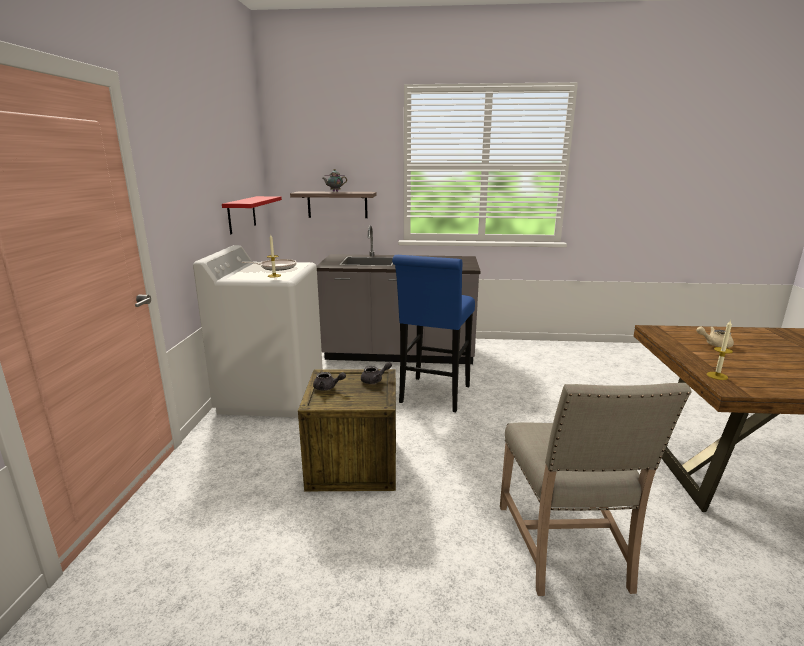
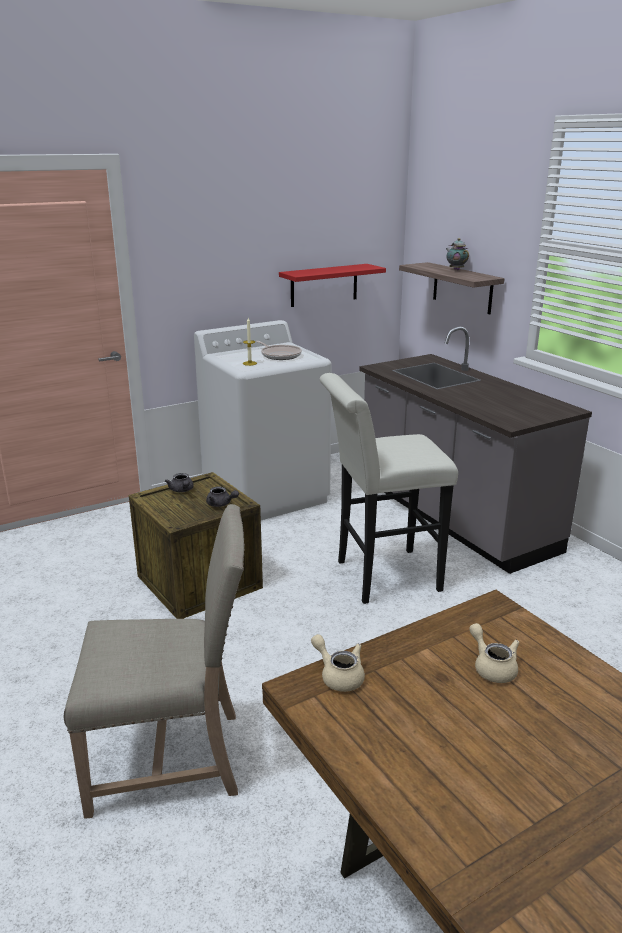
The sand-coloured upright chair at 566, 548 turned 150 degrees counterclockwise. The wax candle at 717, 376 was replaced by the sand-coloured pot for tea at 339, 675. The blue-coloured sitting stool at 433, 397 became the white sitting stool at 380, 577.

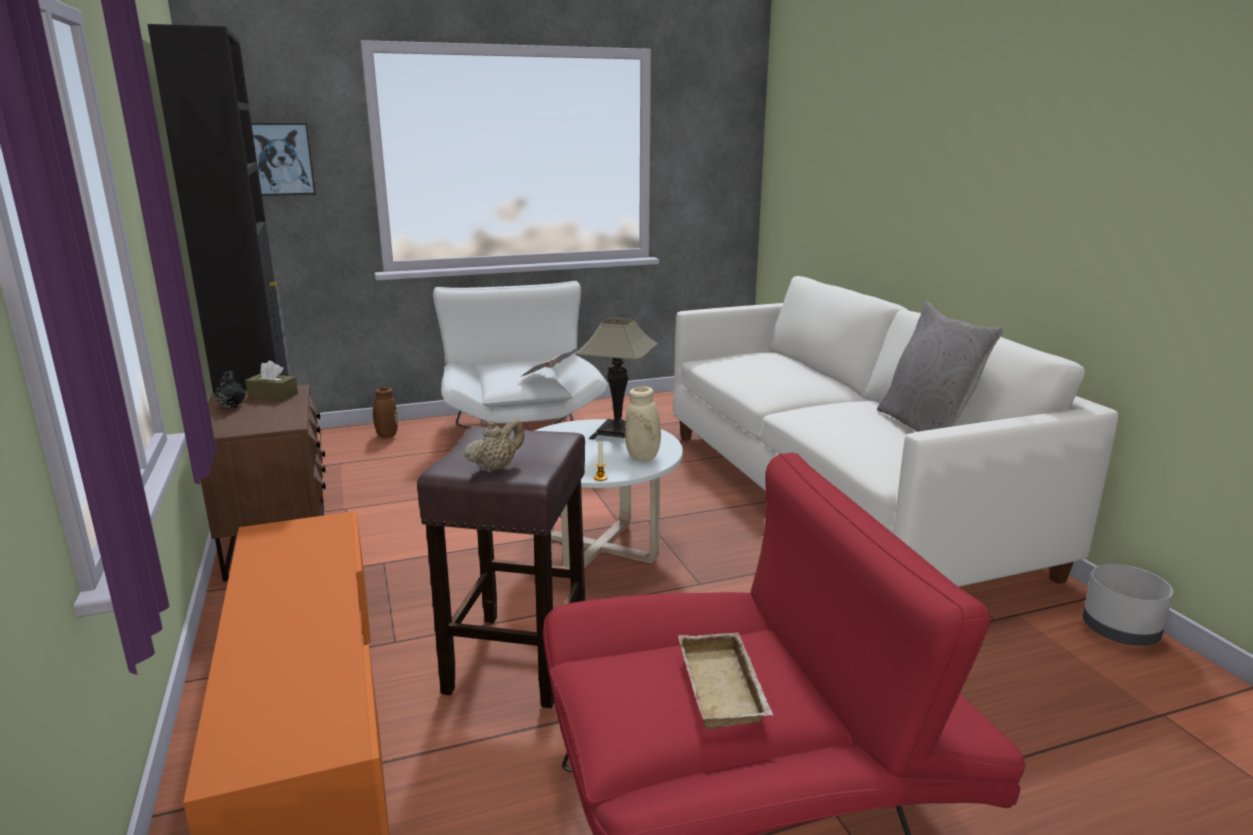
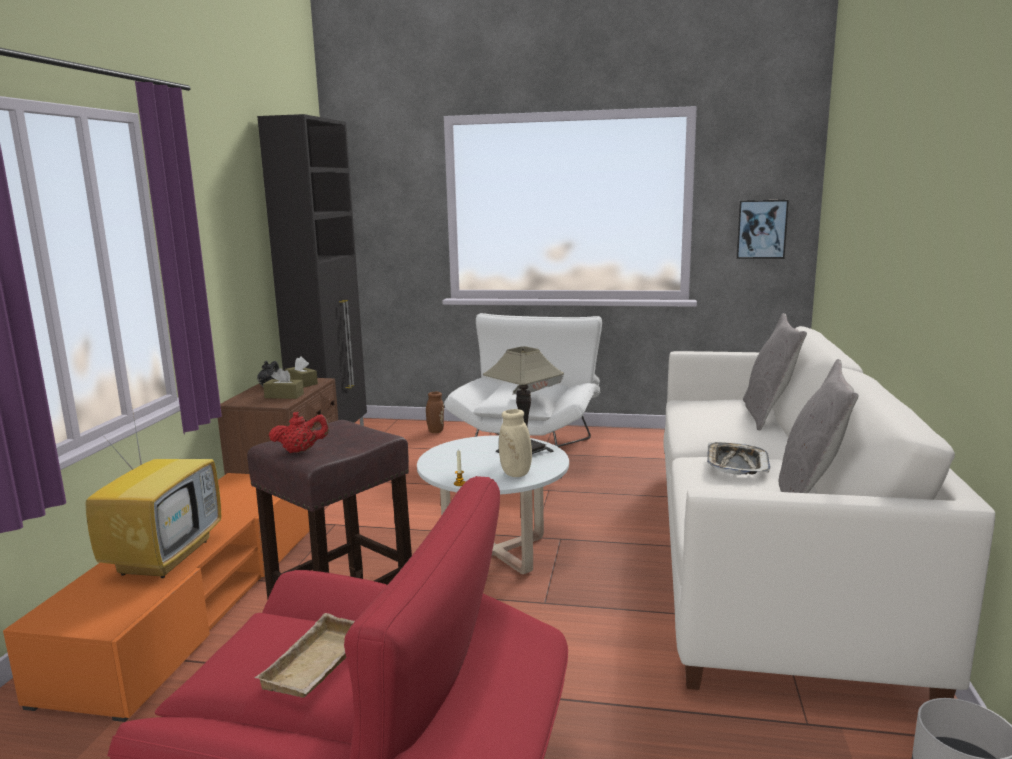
The TV set at 165, 556 appeared. The brown tissue holder at 284, 396 appeared. The sand-coloured pot for tea at 496, 468 became the red pot for tea at 301, 451. The tray at 736, 464 appeared. The wall picture moved from 282, 159 to 761, 229. The greyish pillow at 768, 415 appeared.

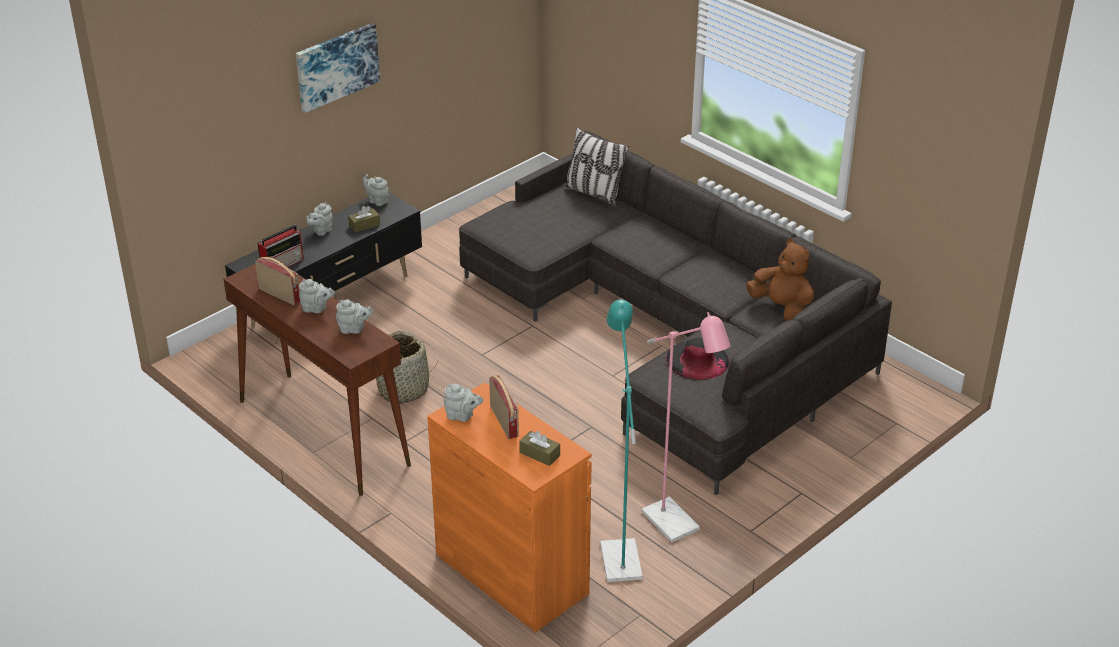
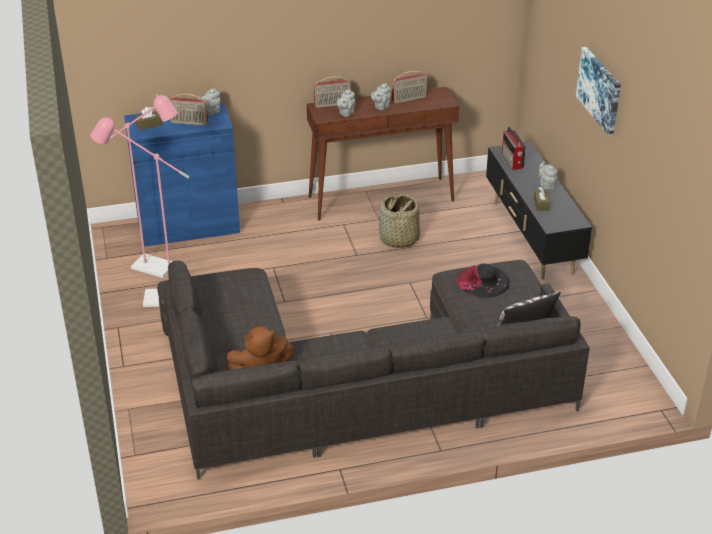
The turquoise floor lamp at 619, 553 became the pink floor lamp at 160, 268. The orangey cupboard at 511, 574 became the blue-coloured cupboard at 188, 226. The radio receiver at 332, 105 appeared. The blackish clothing hat moved from 697, 360 to 483, 281. The greyish pot for tea at 377, 201 disappeared.

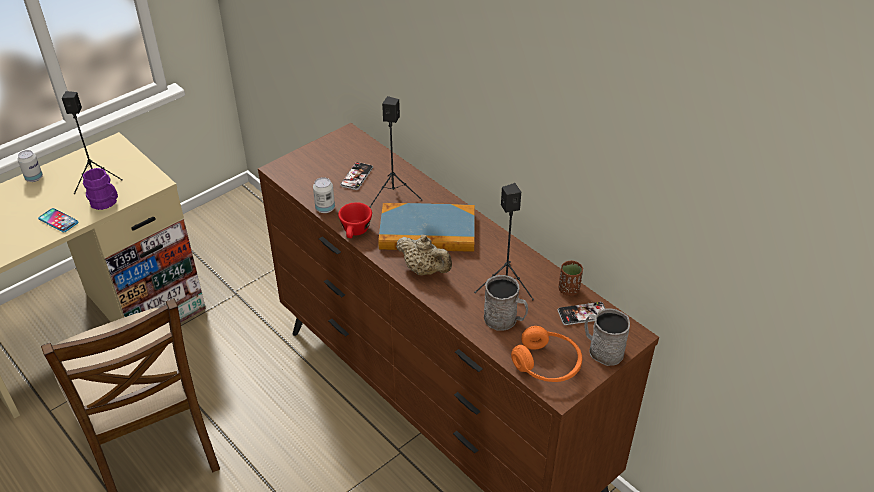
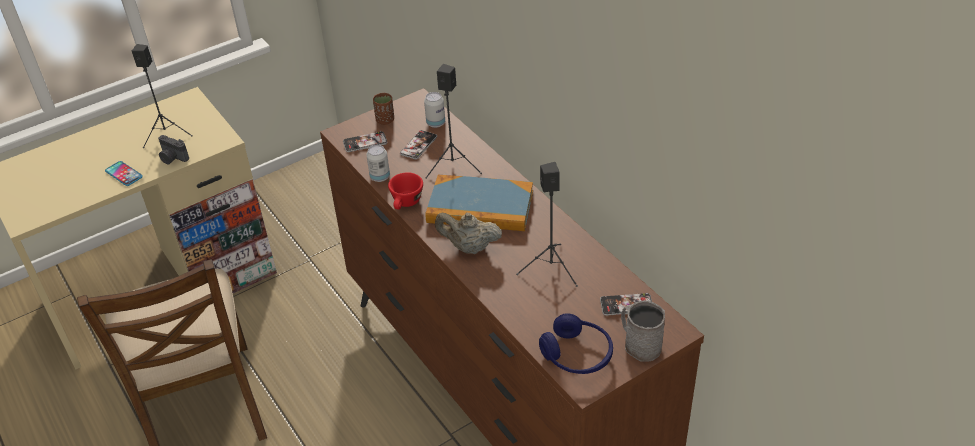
The purple tea mug at 106, 202 was replaced by the still camera at 172, 158. The telephone at 365, 142 appeared. The brown drinking cup moved from 569, 290 to 385, 120. The can moved from 34, 178 to 436, 123. The sand-coloured pot for tea at 424, 270 turned 150 degrees clockwise. The orangey pair of headphones at 547, 364 became the blue-coloured pair of headphones at 577, 355. The greyish tea mug at 505, 320 disappeared.

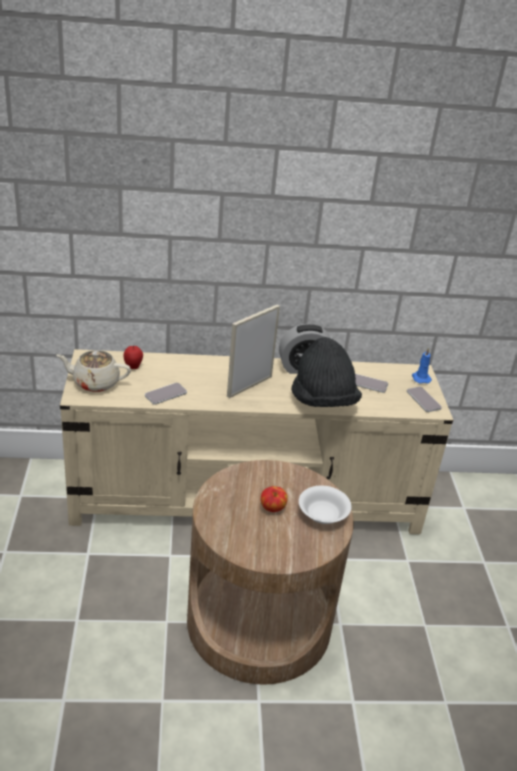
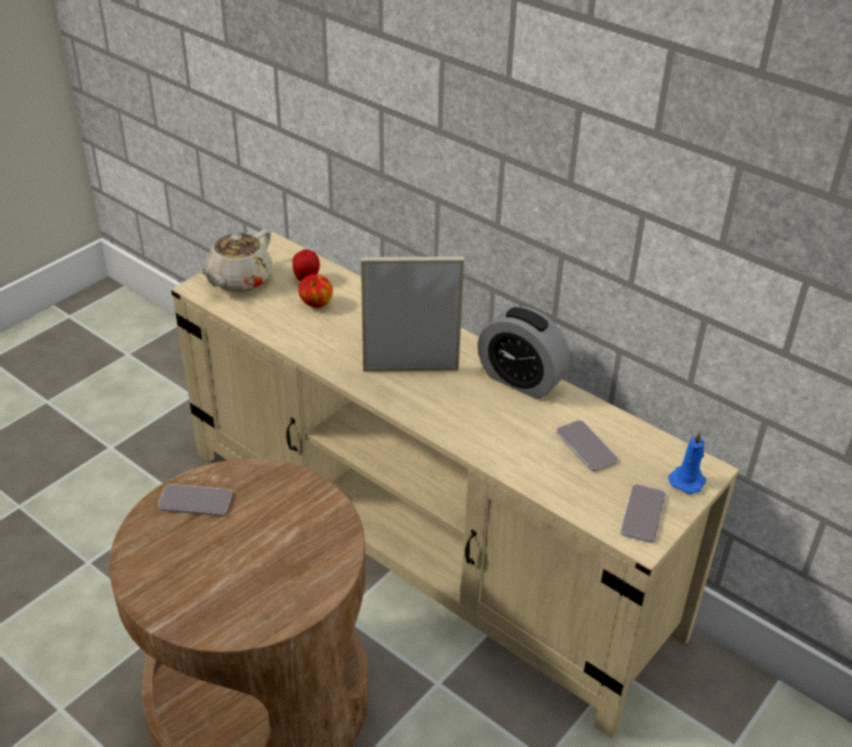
The telephone moved from 166, 394 to 195, 501. The sand-coloured pot for tea at 95, 383 turned 105 degrees counterclockwise. The apple moved from 272, 508 to 316, 304. The blackish clothing hat at 323, 401 disappeared. The white serving bowl at 323, 514 disappeared.

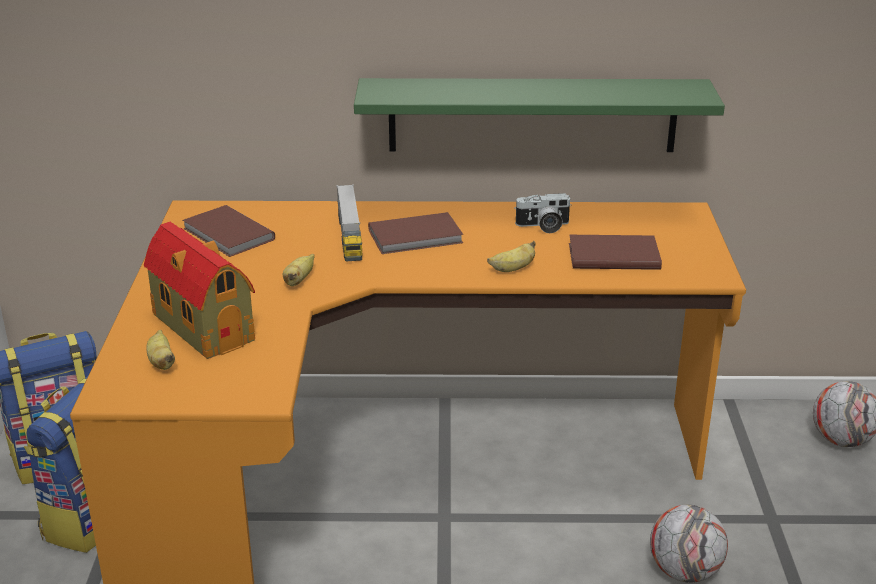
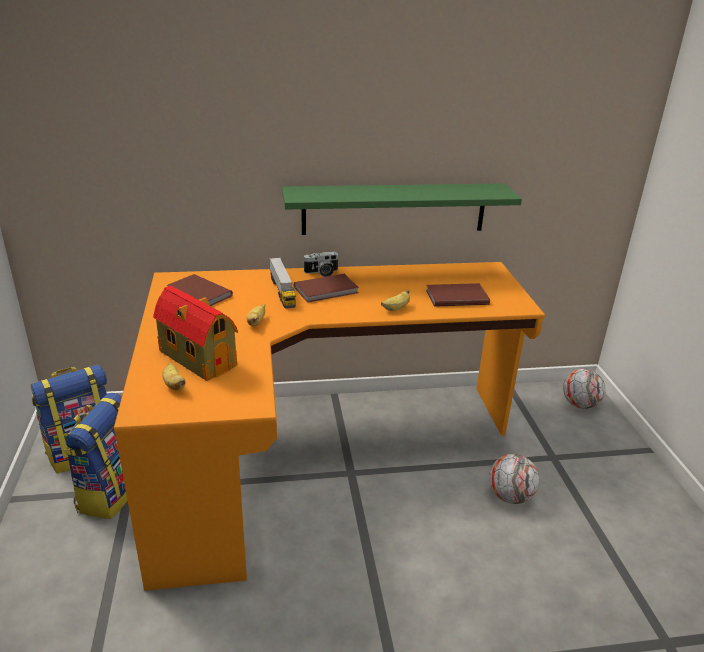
The still camera moved from 543, 226 to 321, 273.

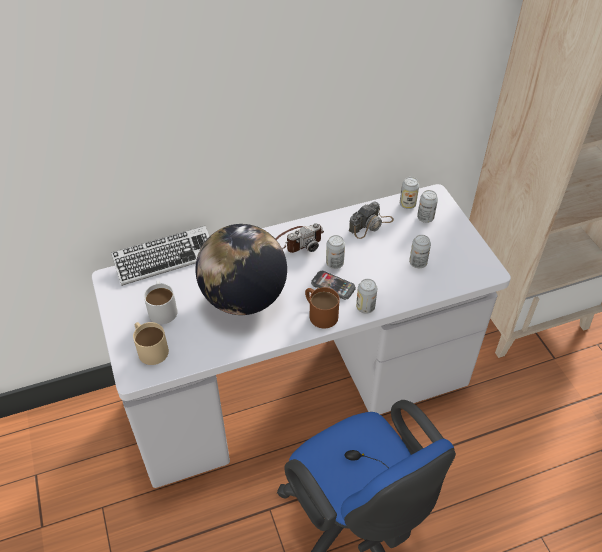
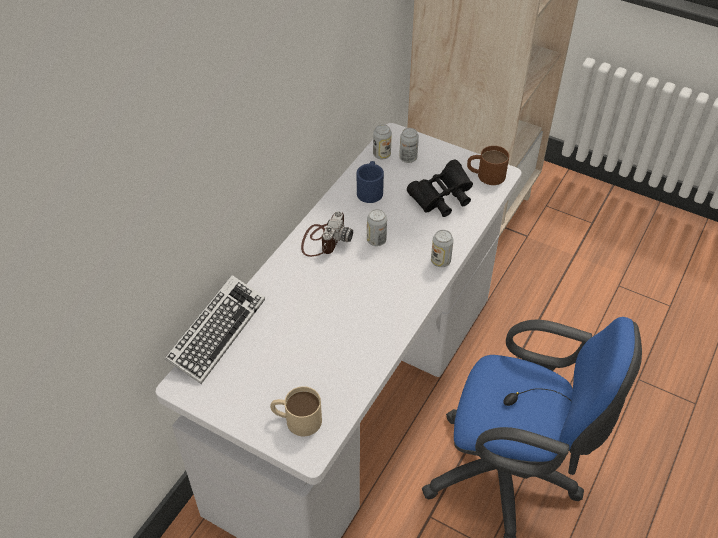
The still camera at 371, 225 was replaced by the blue-coloured tea mug at 370, 189. The can at 418, 263 was replaced by the blackish binoculars at 442, 199. The brown tea mug moved from 319, 313 to 485, 175. The white tea mug at 162, 308 disappeared. The desk globe at 244, 298 disappeared. The telephone at 333, 286 disappeared.

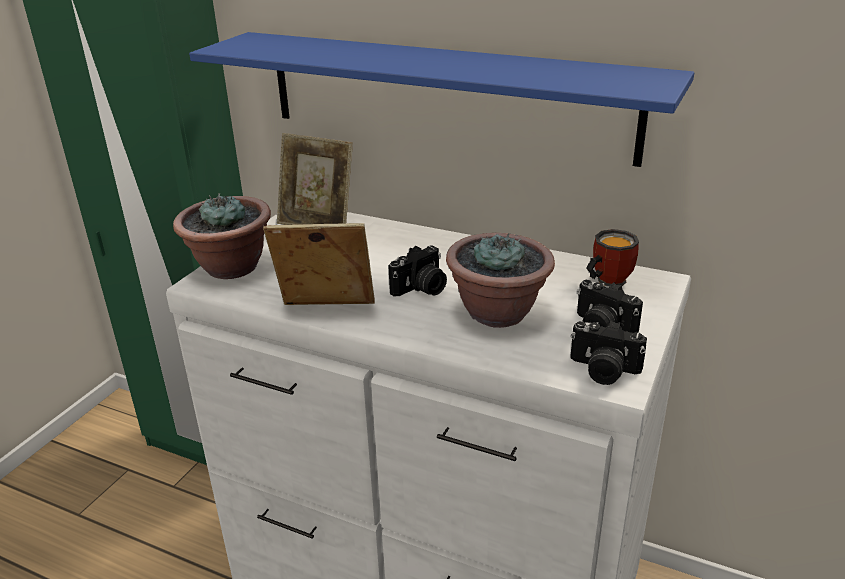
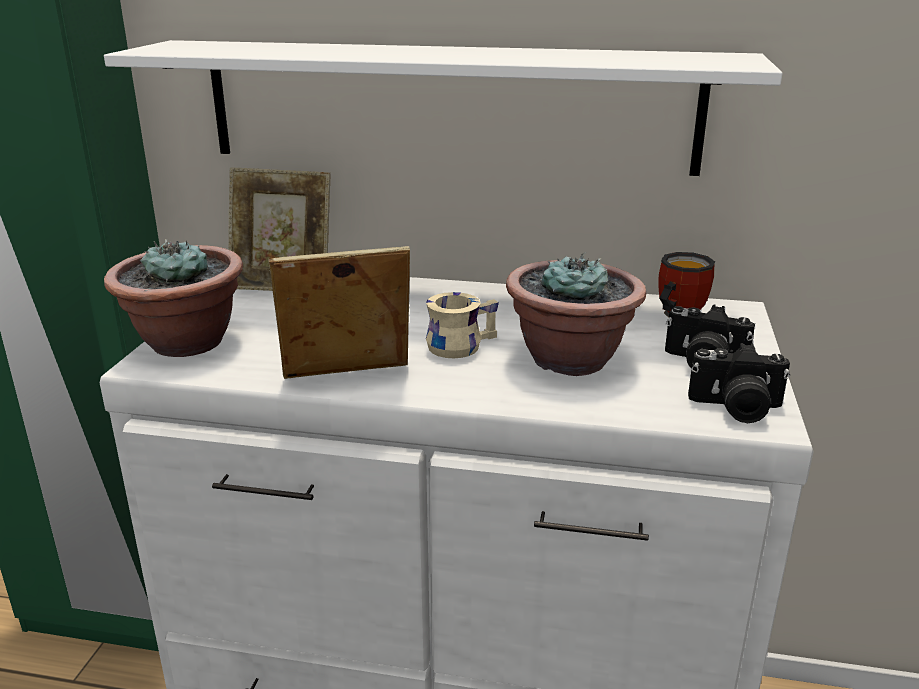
The blue-coloured shelf at 445, 95 became the white shelf at 448, 106. The still camera at 421, 289 was replaced by the sand-coloured tea mug at 459, 343.

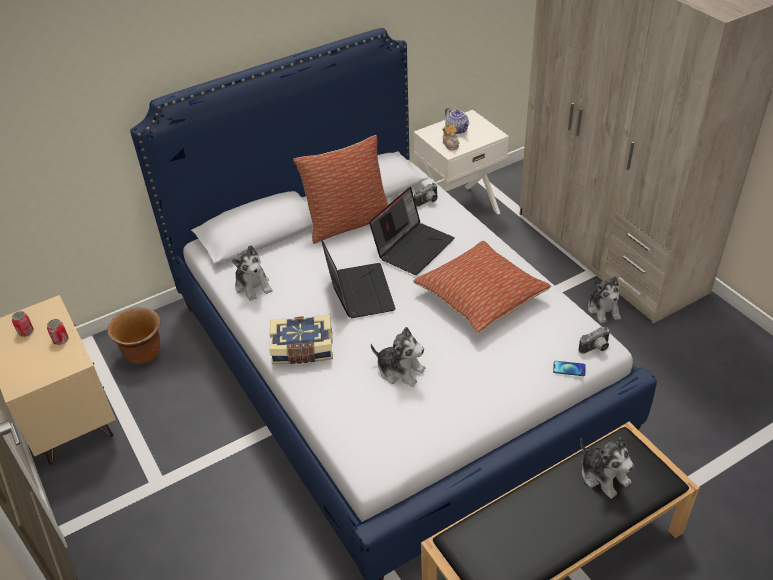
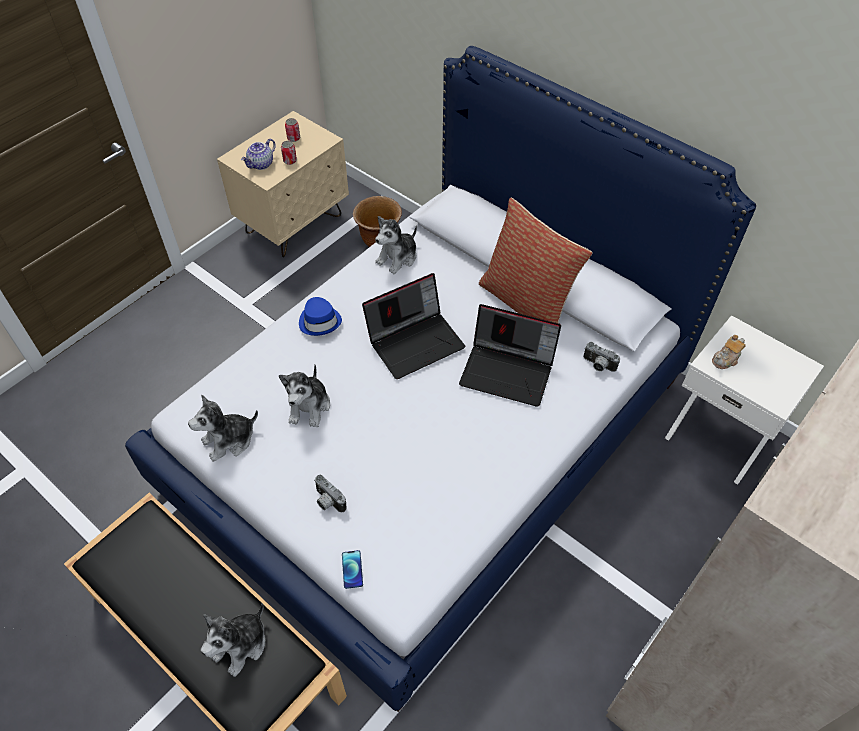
The cuddly toy moved from 603, 309 to 229, 440. The pot for tea moved from 457, 130 to 261, 164. The bound book at 302, 349 was replaced by the blue-coloured clothing hat at 320, 321. The still camera moved from 595, 349 to 327, 502. The pillow at 480, 296 disappeared.

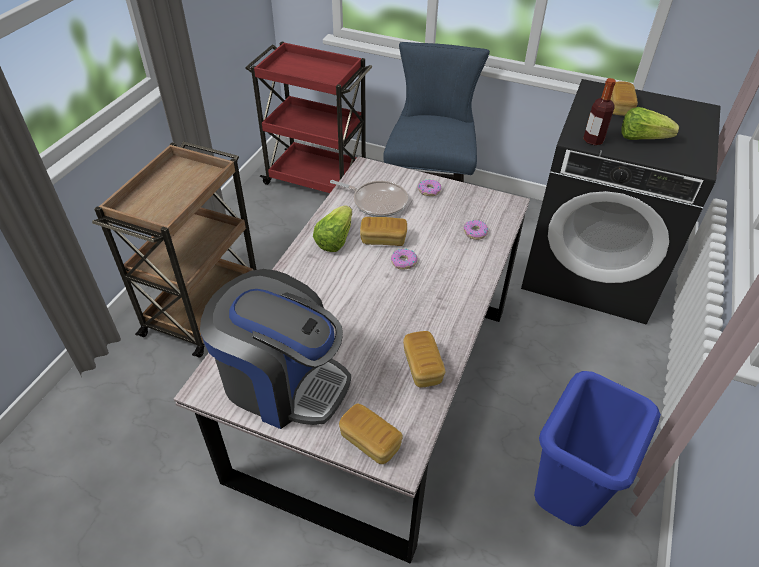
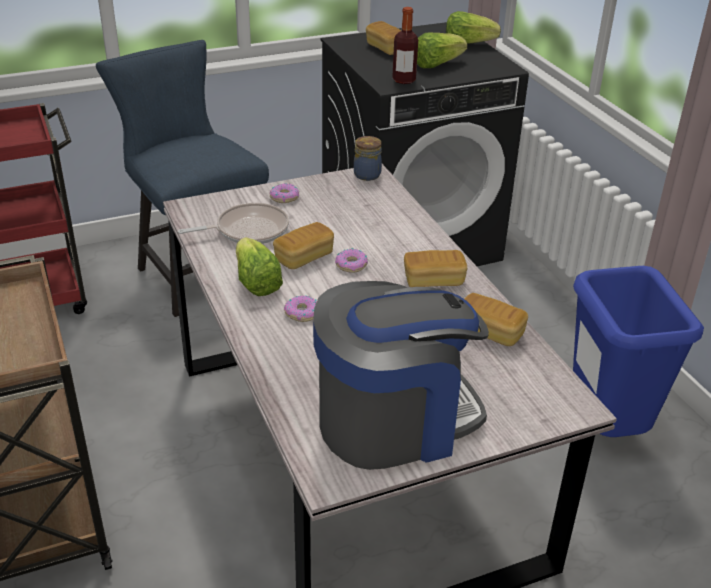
The doughnut moved from 475, 232 to 302, 313. The jar at 366, 174 appeared. The bakery bread moved from 370, 441 to 433, 280. The lettuce head at 467, 44 appeared.

